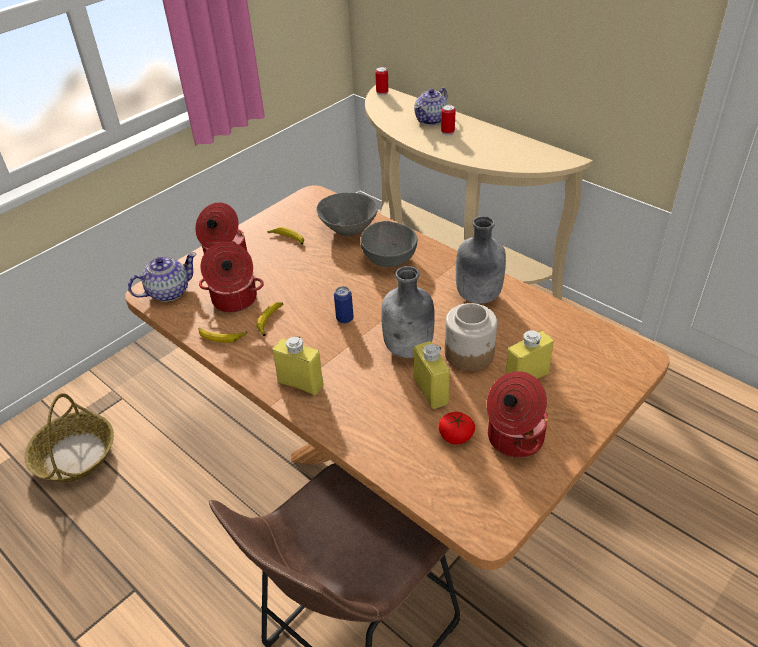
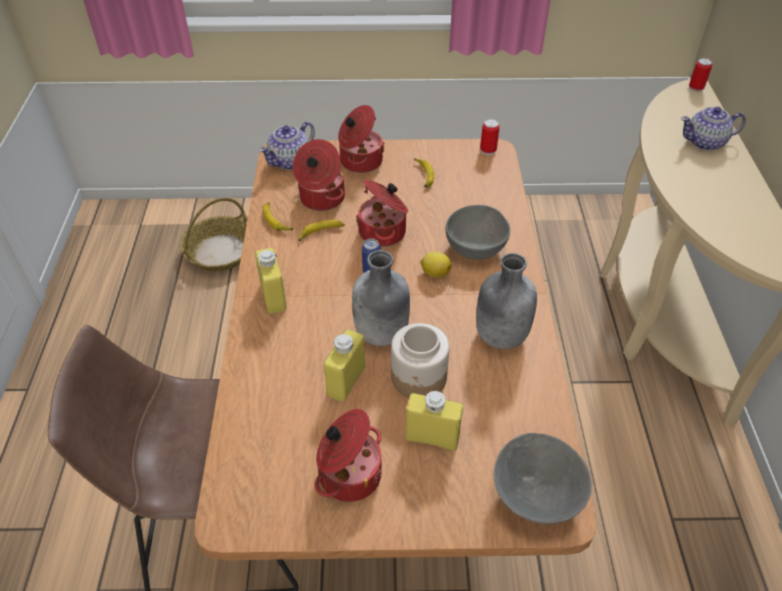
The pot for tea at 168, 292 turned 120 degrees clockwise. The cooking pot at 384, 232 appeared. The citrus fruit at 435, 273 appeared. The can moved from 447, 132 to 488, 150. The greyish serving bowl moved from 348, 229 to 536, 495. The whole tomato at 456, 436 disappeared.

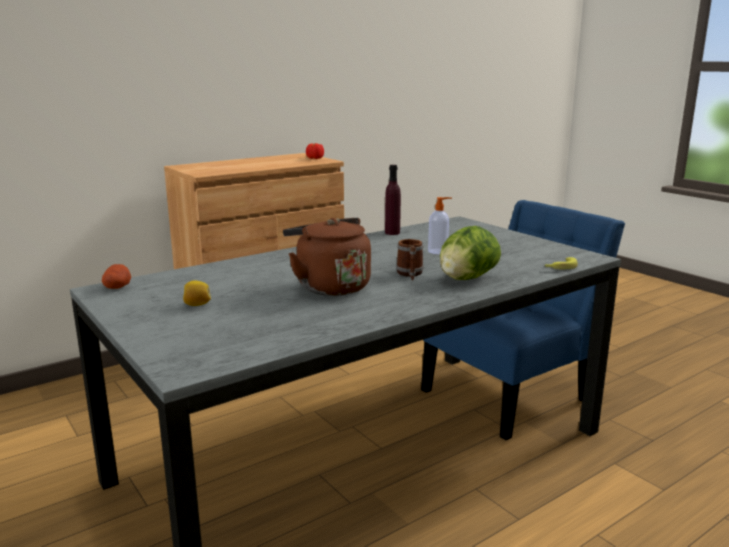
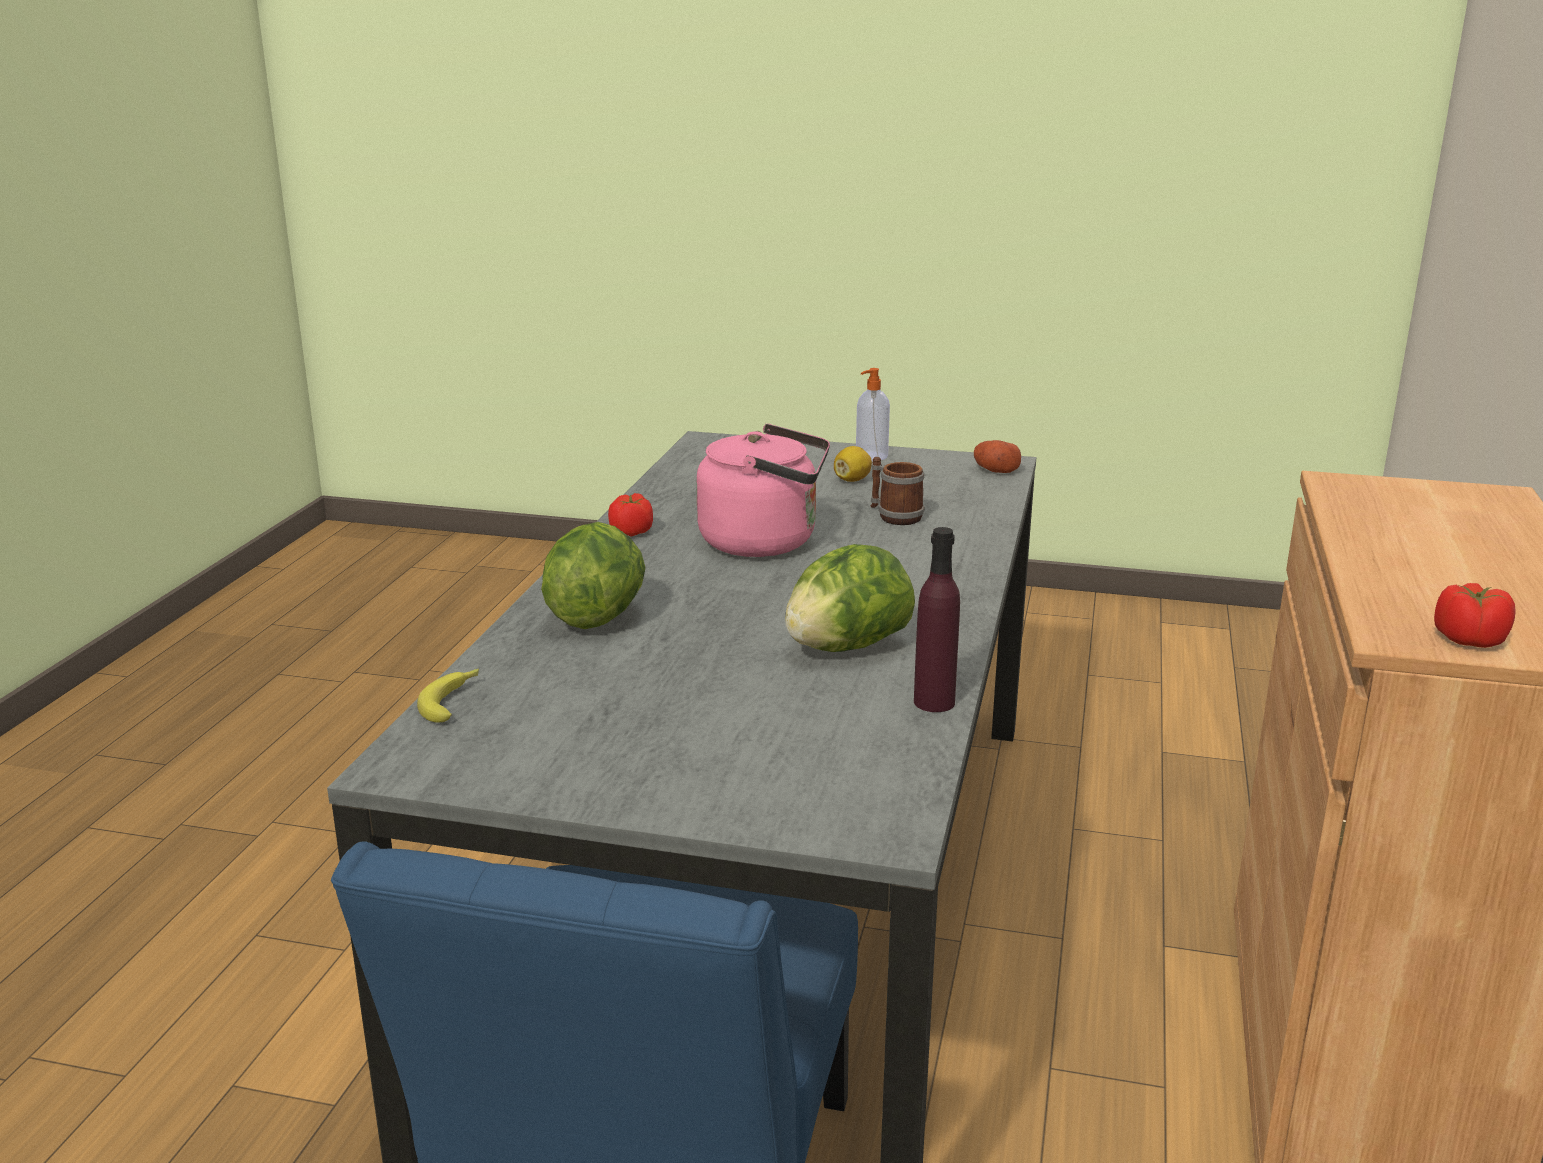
The whole tomato at 631, 532 appeared. The brown tea kettle at 329, 286 became the pink tea kettle at 766, 542. The lettuce head at 846, 647 appeared. The soap bottle moved from 438, 251 to 870, 456. The tea mug moved from 410, 274 to 894, 516.

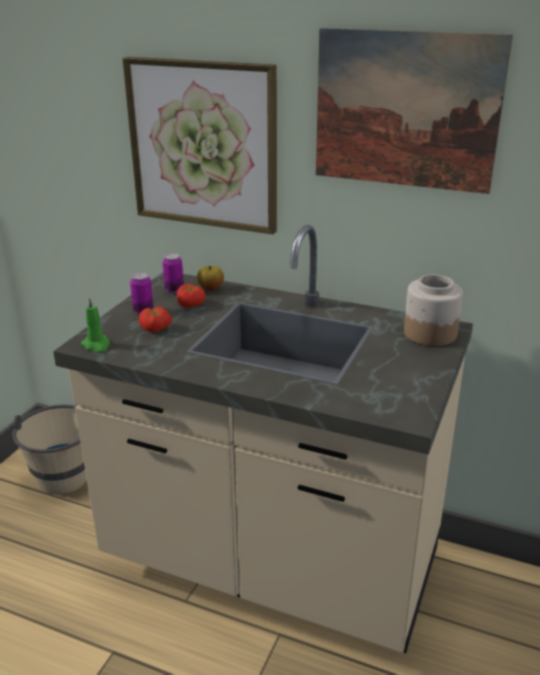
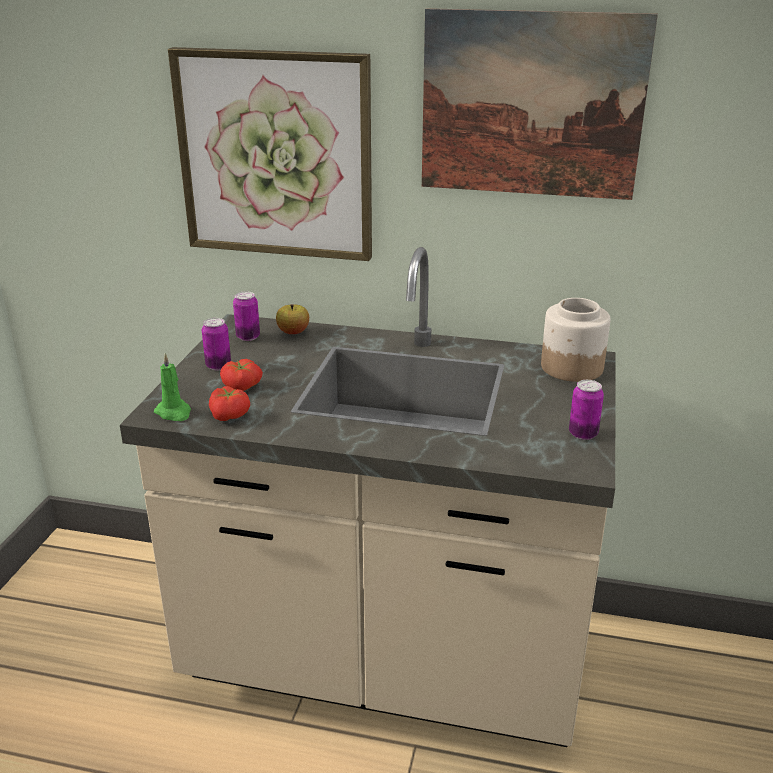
The whole tomato moved from 191, 305 to 230, 416. The can at 583, 434 appeared. The sand-coloured bucket at 66, 470 disappeared.

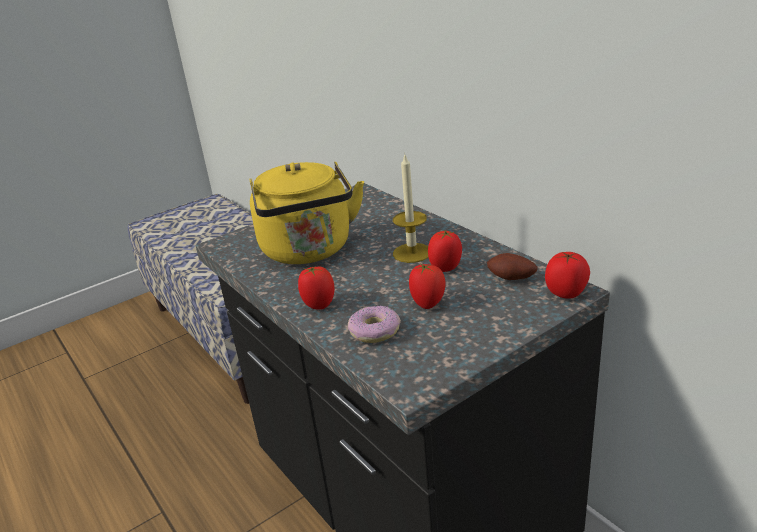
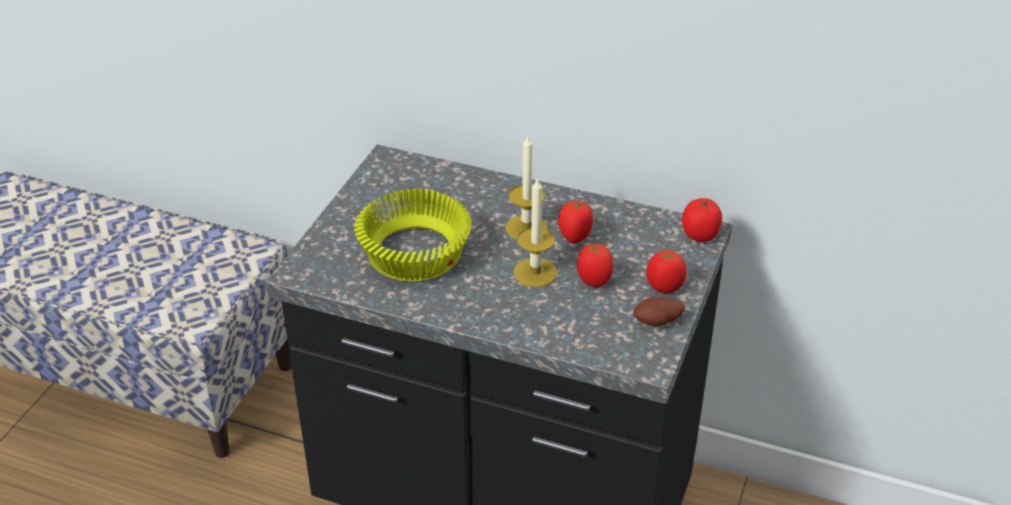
The yellow tea kettle at 309, 251 was replaced by the yellow serving bowl at 415, 254. The wax candle at 535, 272 appeared. The spud moved from 511, 279 to 658, 323. The whole tomato moved from 319, 305 to 664, 287. The doughnut at 374, 331 disappeared.

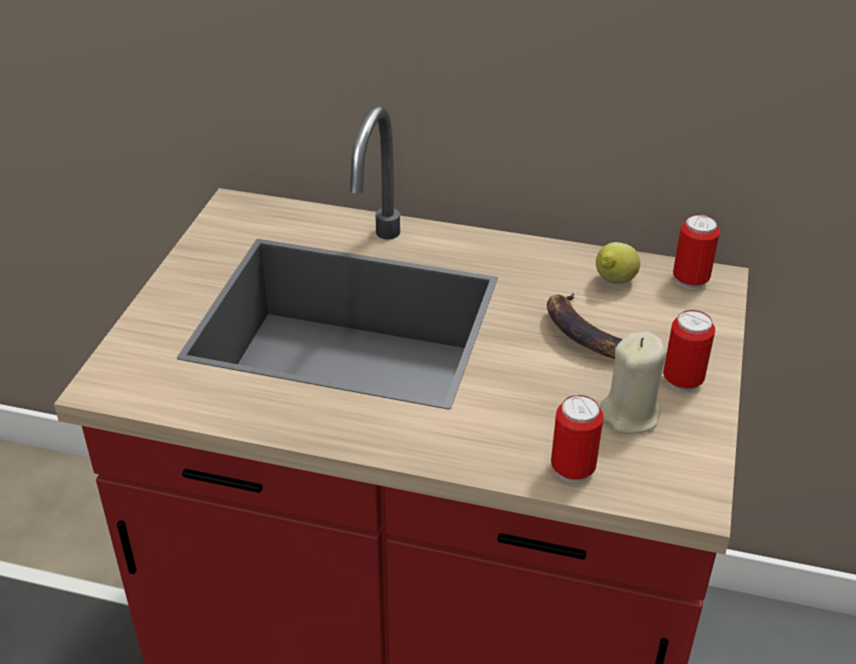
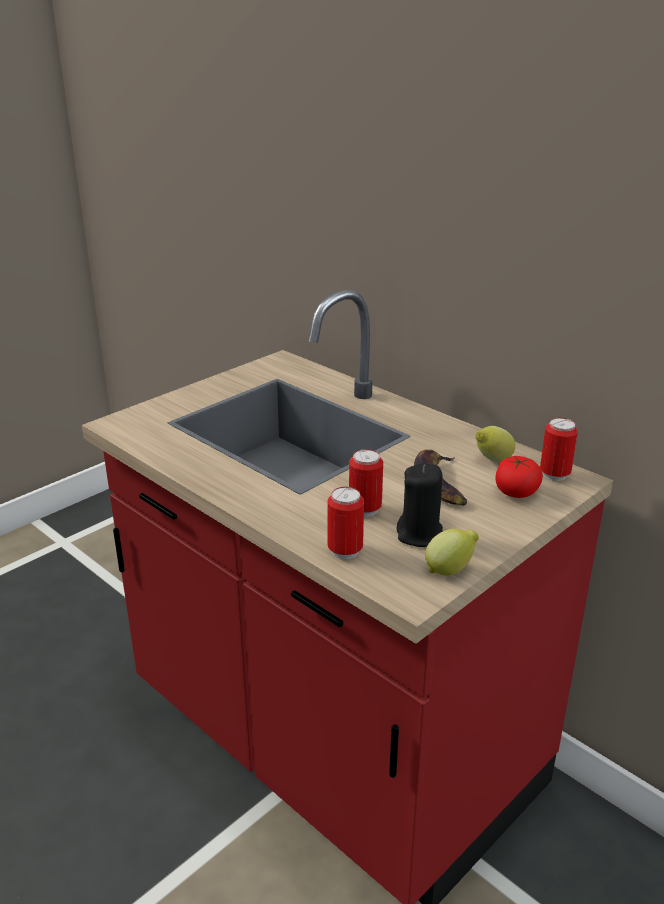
The can moved from 682, 381 to 365, 509. The sand-coloured wax candle at 630, 415 became the blackish wax candle at 420, 535. The citrus fruit at 450, 570 appeared. The whole tomato at 516, 492 appeared.

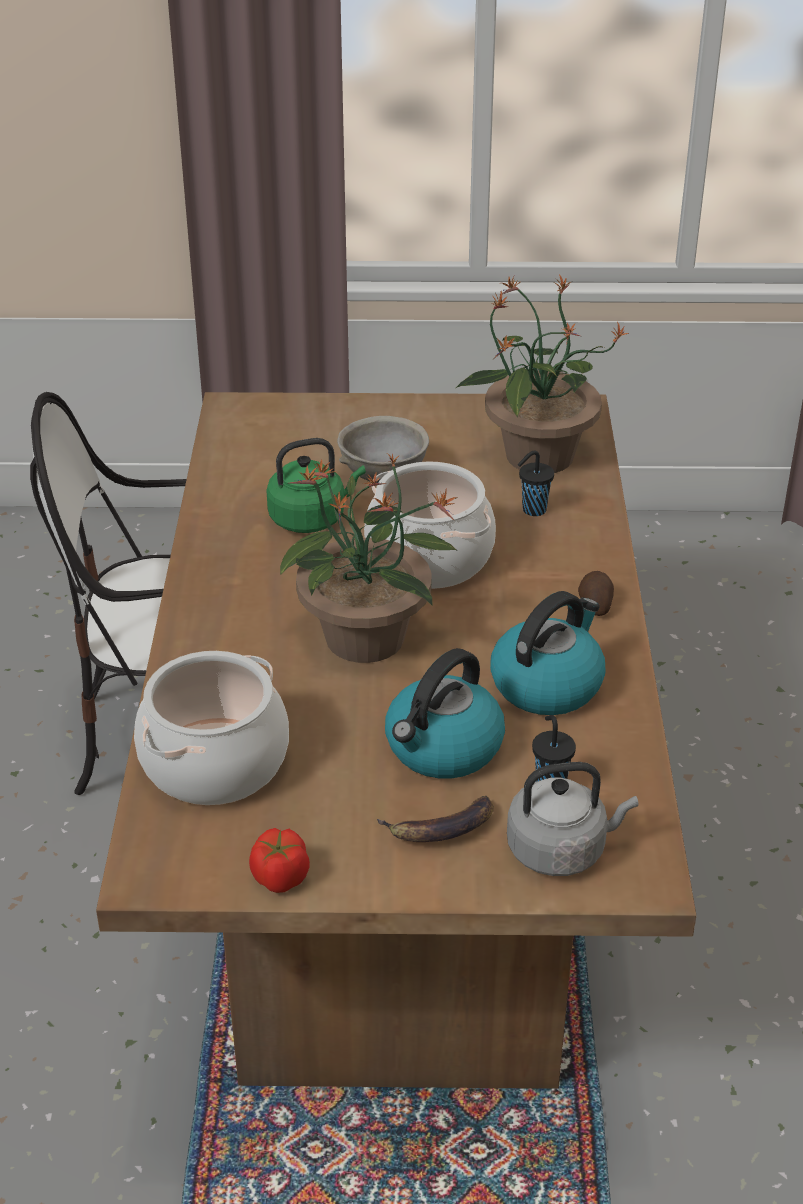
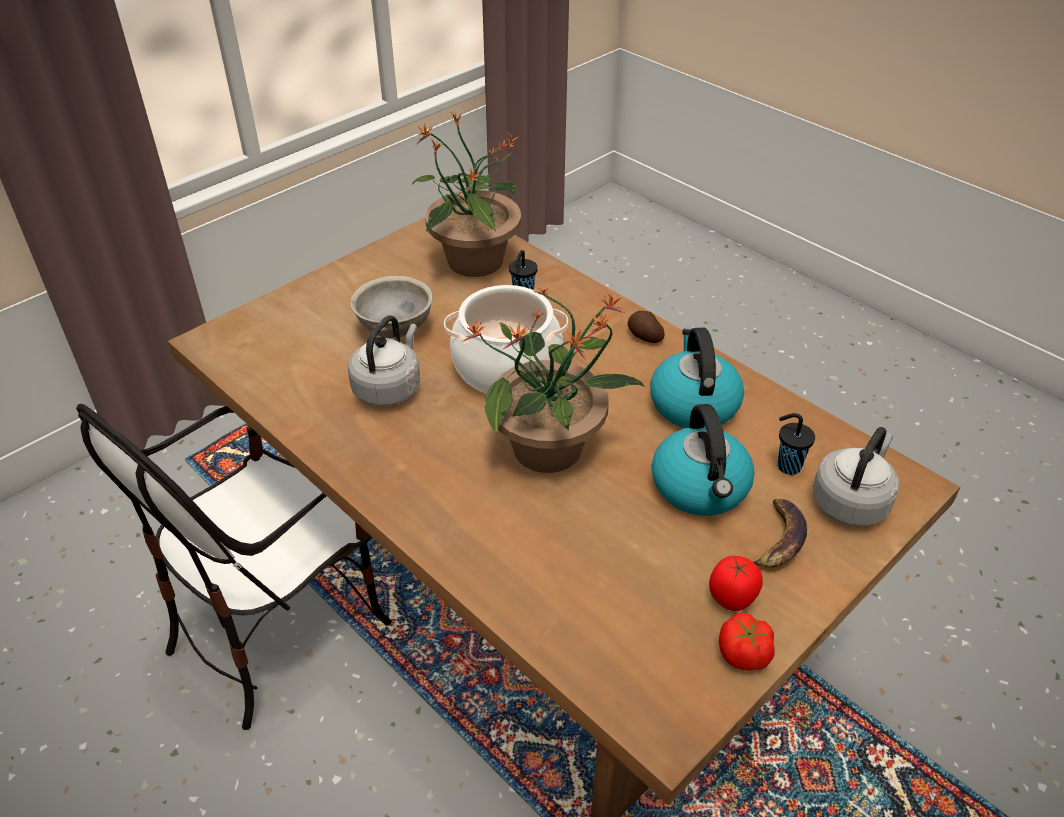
The green tea kettle at 311, 518 became the greyish tea kettle at 389, 388. The whole tomato at 732, 598 appeared. The cooking pot at 214, 763 disappeared.

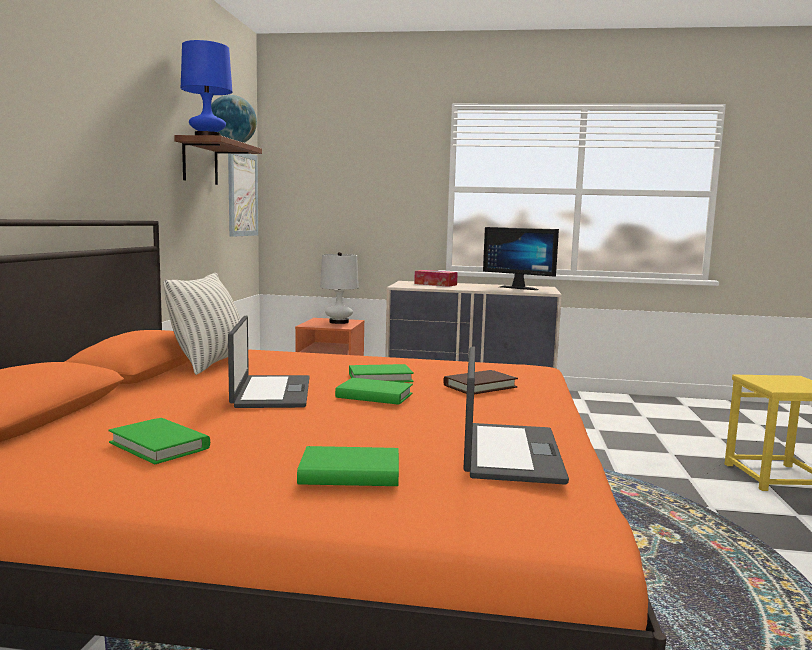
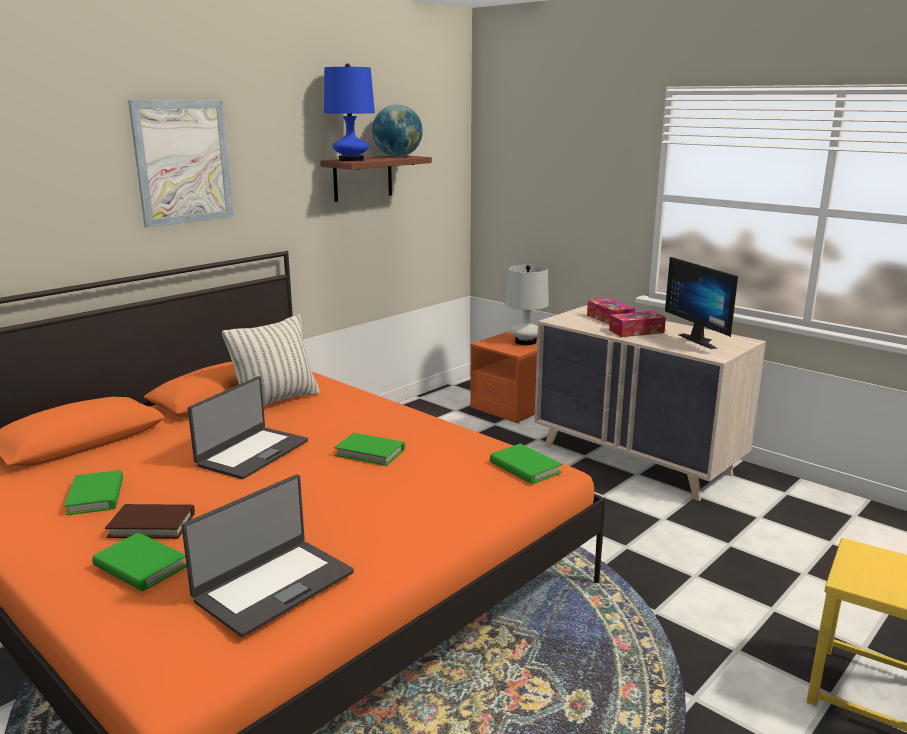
The brown bound book moved from 480, 386 to 152, 525. The wall picture moved from 242, 194 to 183, 162. The green bound book moved from 374, 396 to 525, 467. The tissue holder at 636, 331 appeared.

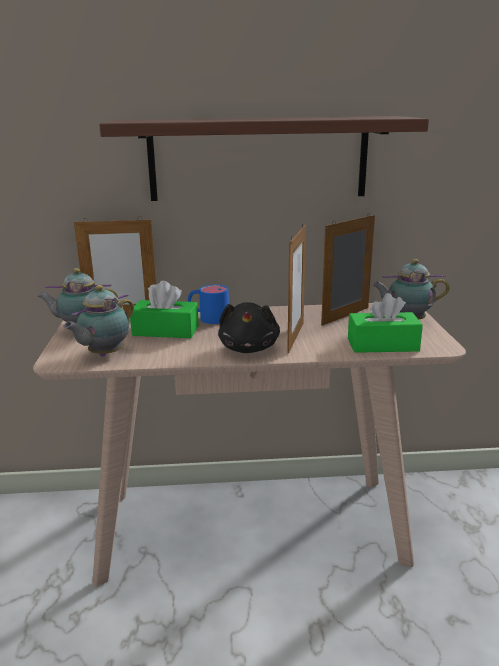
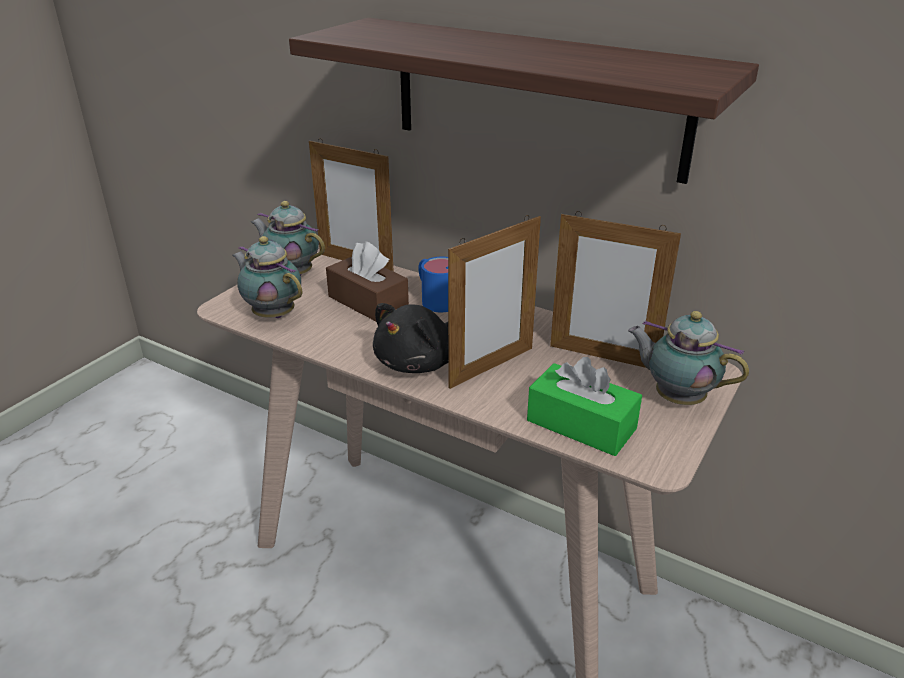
The pot for tea at 104, 355 turned 60 degrees clockwise. The green tissue holder at 165, 331 became the brown tissue holder at 368, 302. The standing frame at 345, 316 turned 150 degrees counterclockwise.

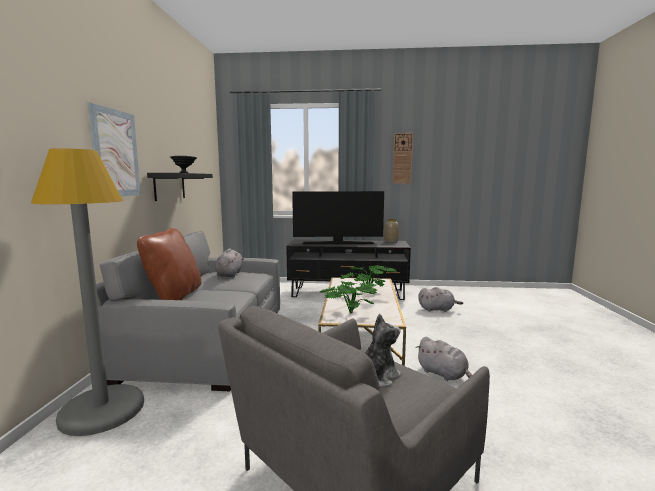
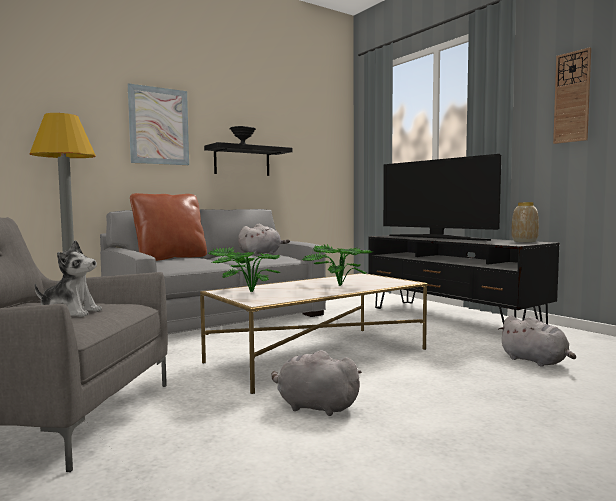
The greyish cuddly toy at 443, 374 turned 105 degrees clockwise.

